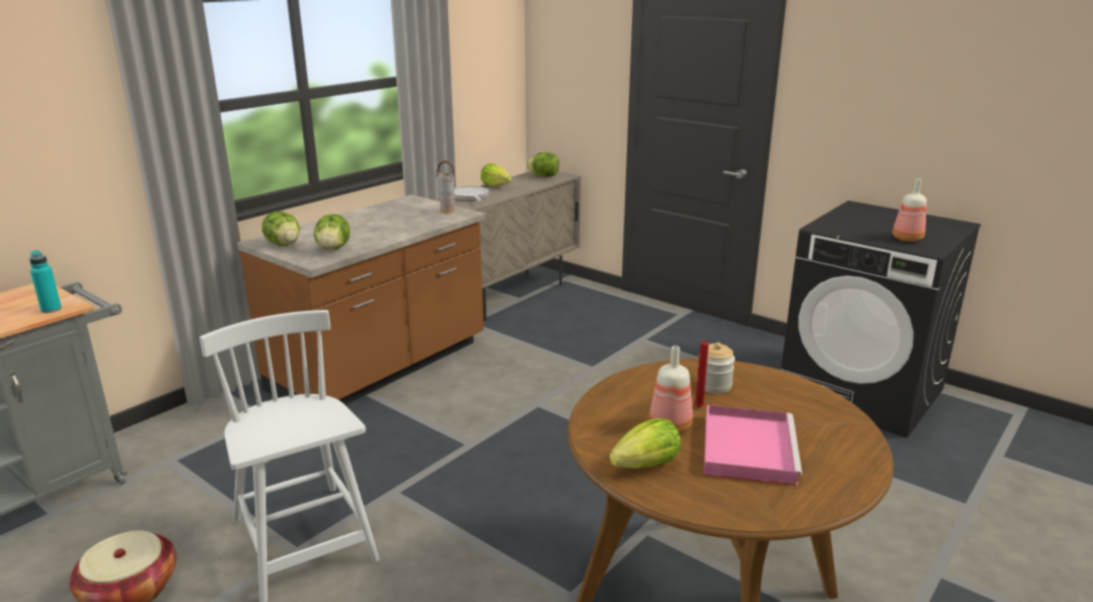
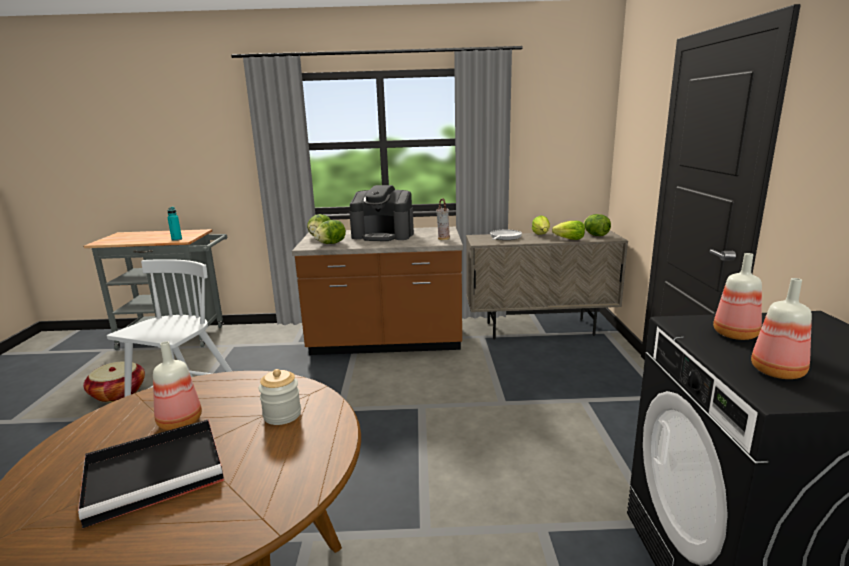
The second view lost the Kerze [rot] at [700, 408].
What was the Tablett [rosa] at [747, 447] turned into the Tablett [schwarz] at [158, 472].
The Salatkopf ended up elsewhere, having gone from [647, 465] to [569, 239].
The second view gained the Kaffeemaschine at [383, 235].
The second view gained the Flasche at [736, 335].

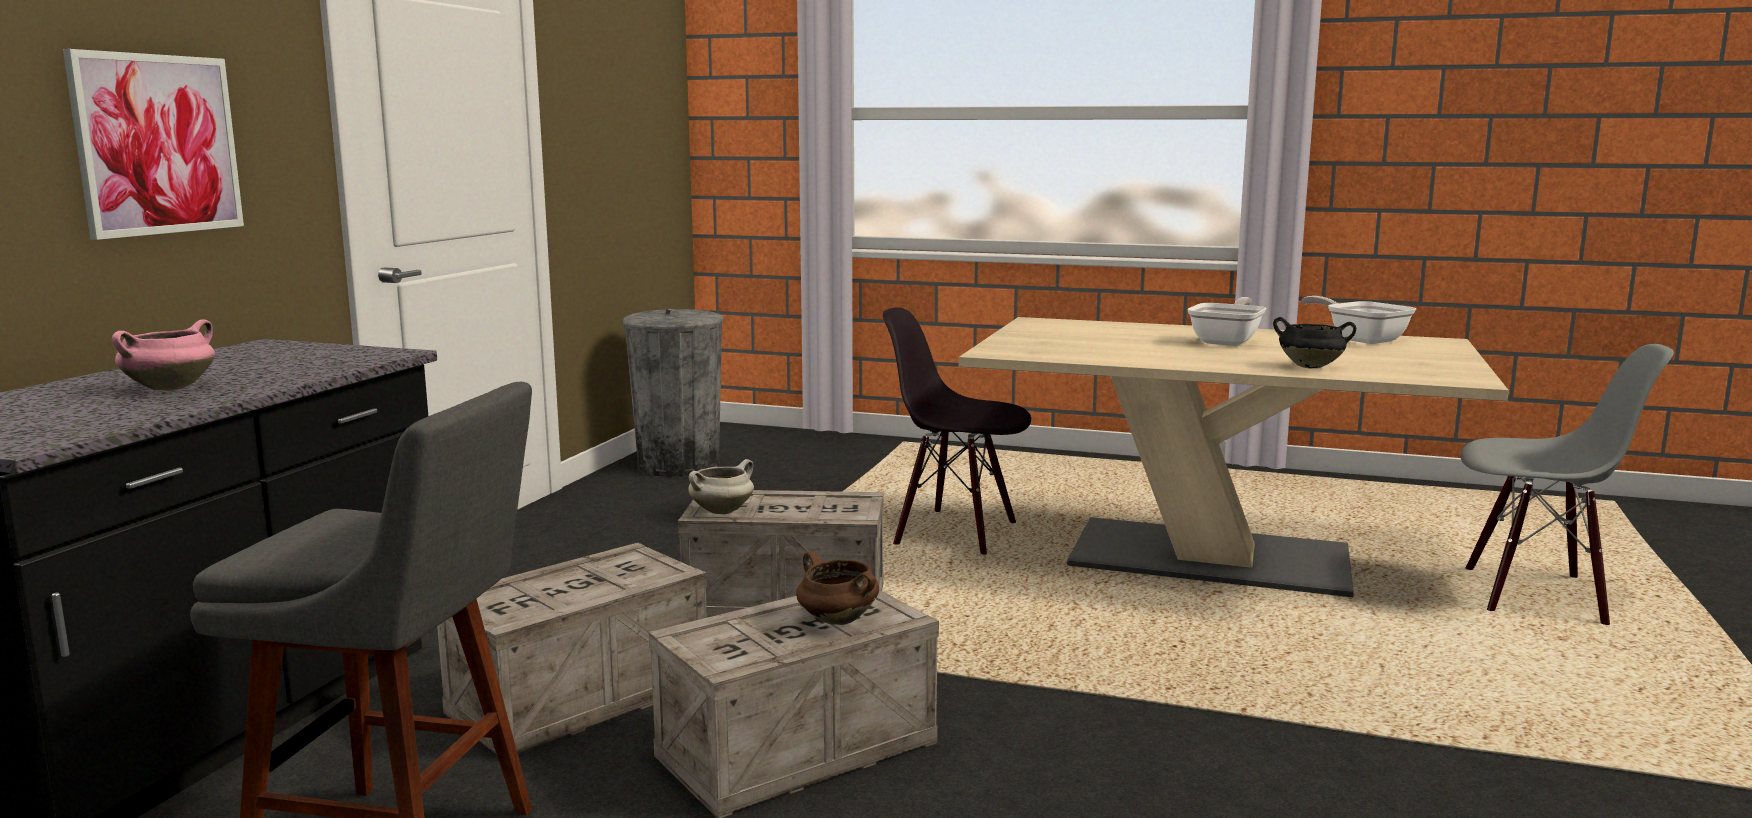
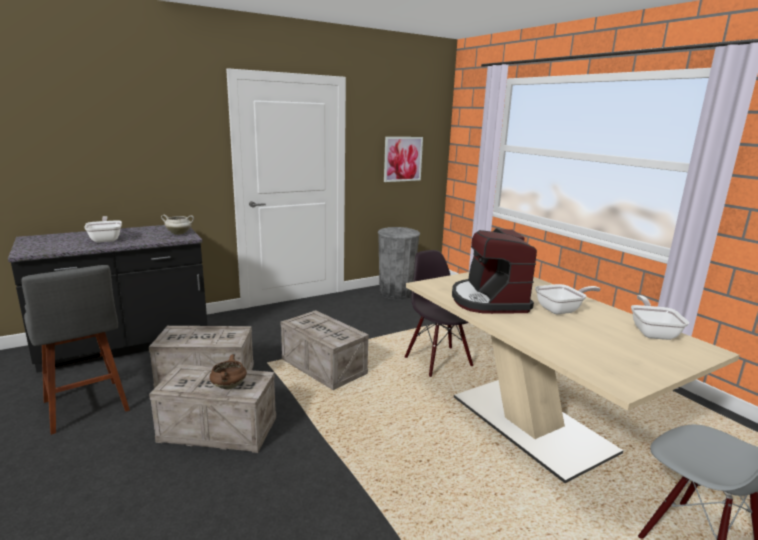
The Bild ended up elsewhere, having gone from [157, 144] to [402, 159].
The second view lost the Kochtopf [schwarz] at [1311, 367].
Where the Kochtopf [rosa] stood at [170, 388], the Pfanne came to stand at [106, 239].
The Kochtopf [weiß] ended up elsewhere, having gone from [722, 511] to [179, 233].
The second view gained the Kaffeemaschine at [489, 300].

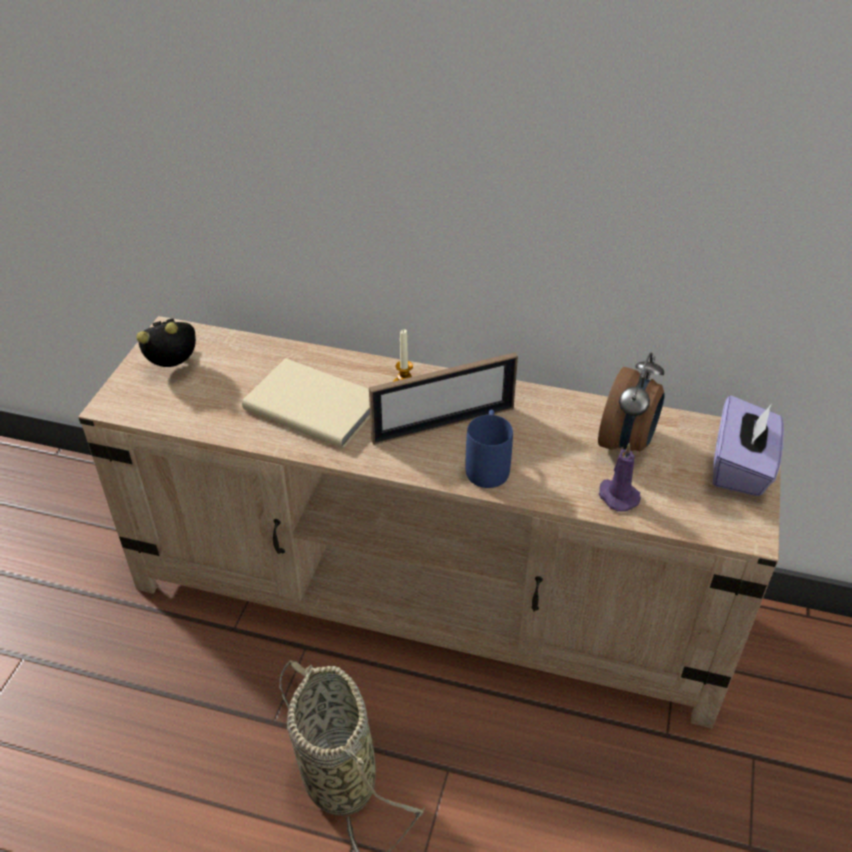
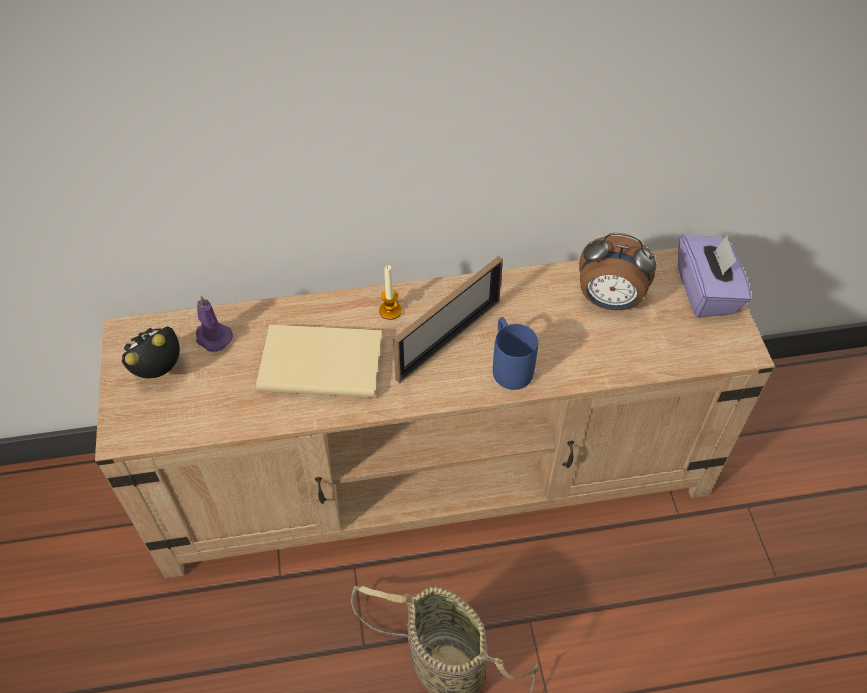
The Wecker at [627, 443] ended up facing another way, 105 degrees clockwise from before.
The Kerze [lila] ended up elsewhere, having gone from [617, 496] to [212, 337].

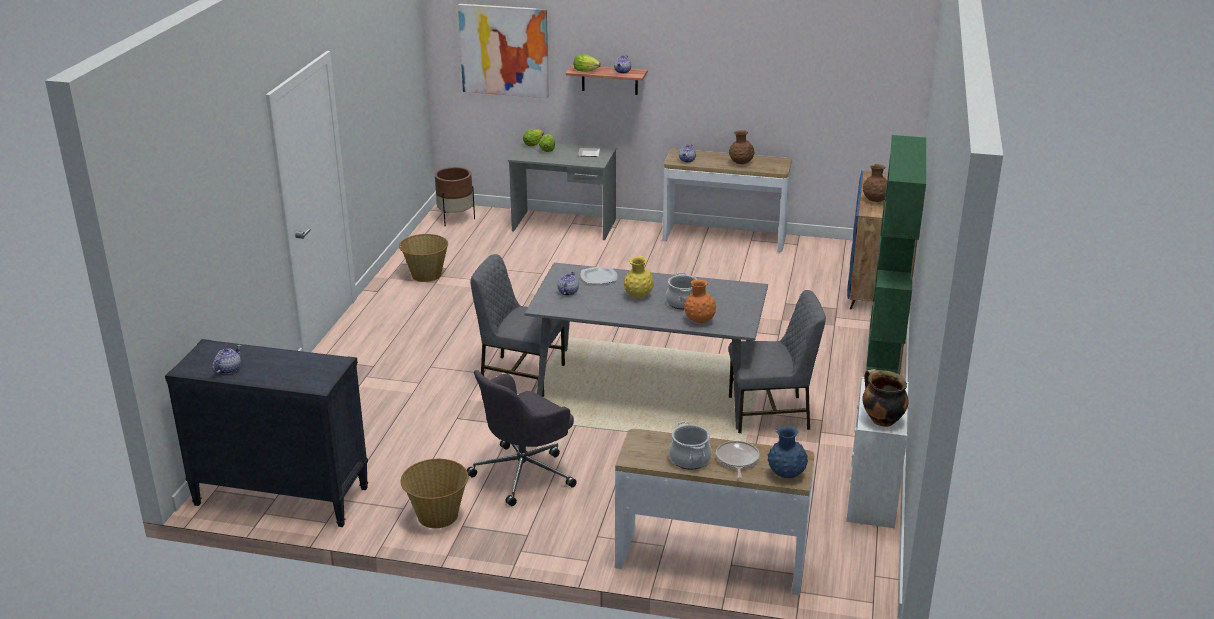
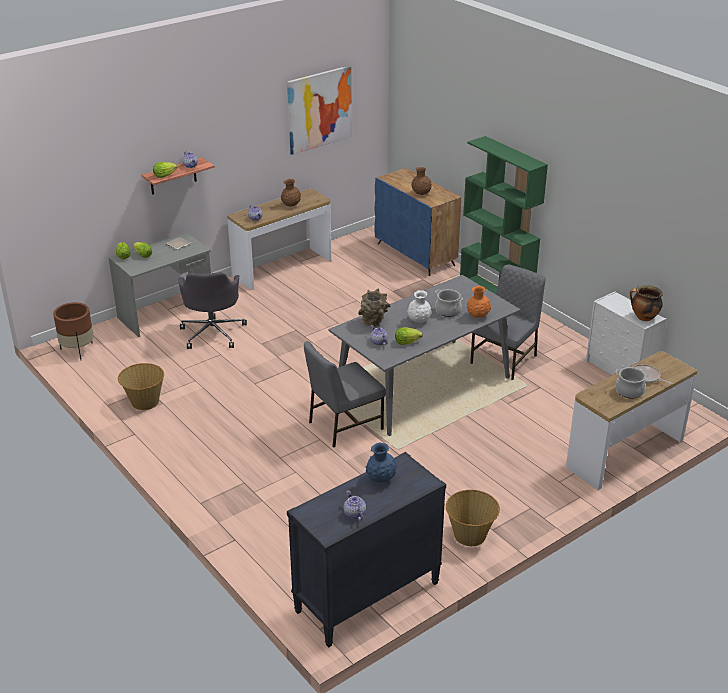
The Bild ended up elsewhere, having gone from [504, 50] to [319, 109].
What was the Vase [gelb] at [638, 296] turned into the Vase [weiß] at [419, 321].
Where the Teller stood at [599, 277], the Vase [braun] came to stand at [374, 322].
The Bürostuhl [grau] ended up elsewhere, having gone from [524, 473] to [213, 332].
The Vase [blau] ended up elsewhere, having gone from [786, 475] to [381, 479].
The second view gained the Salatkopf at [406, 342].

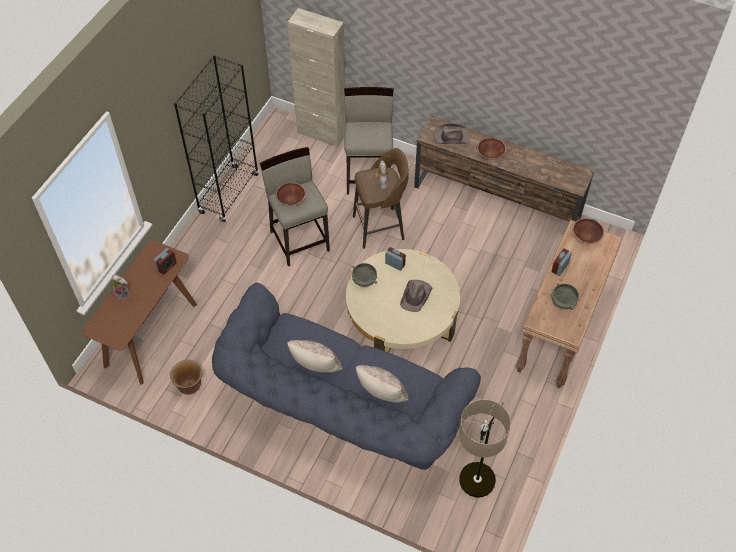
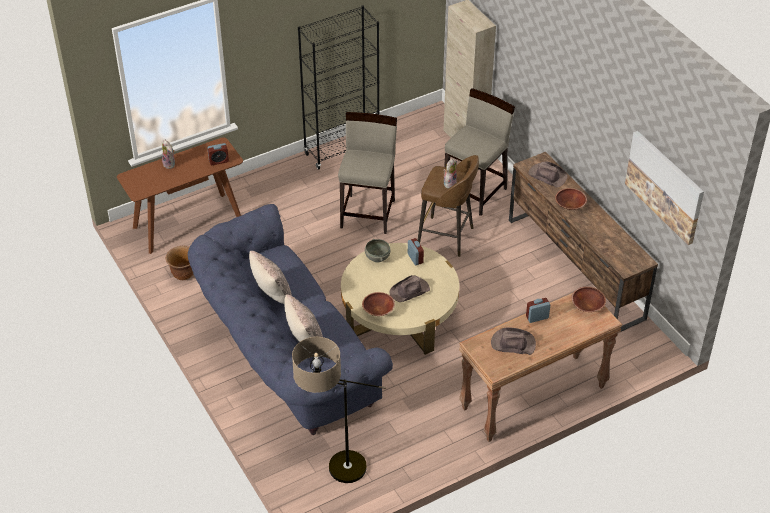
The Schüssel [braun] ended up elsewhere, having gone from [291, 199] to [378, 310].
Where the Schüssel [grau] stood at [563, 302], the Hut [braun] came to stand at [512, 343].
The second view gained the Bild at [665, 186].

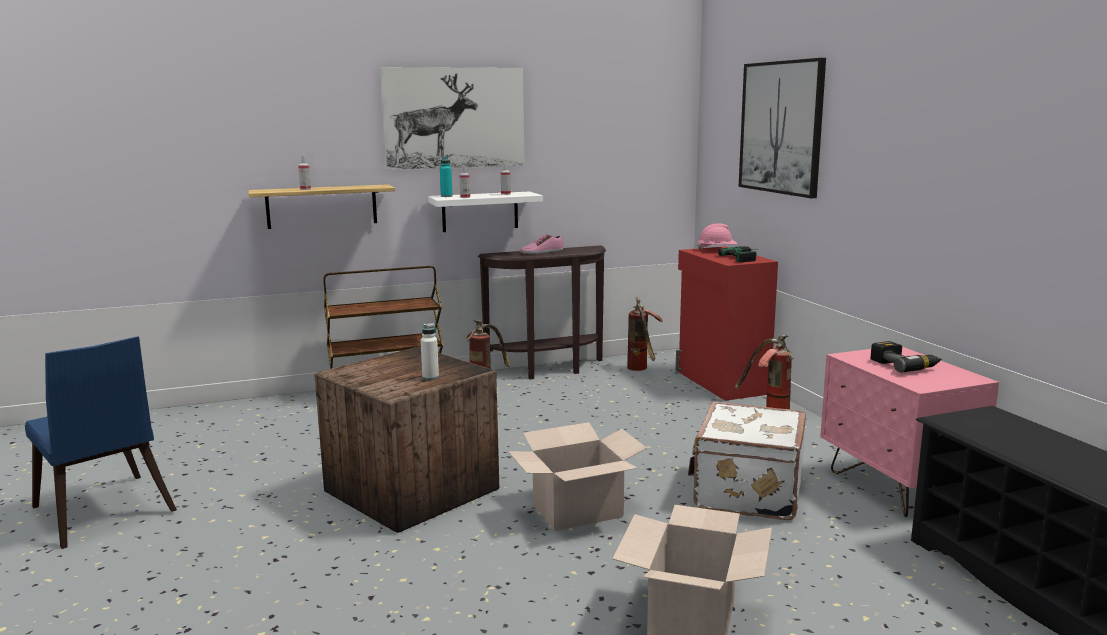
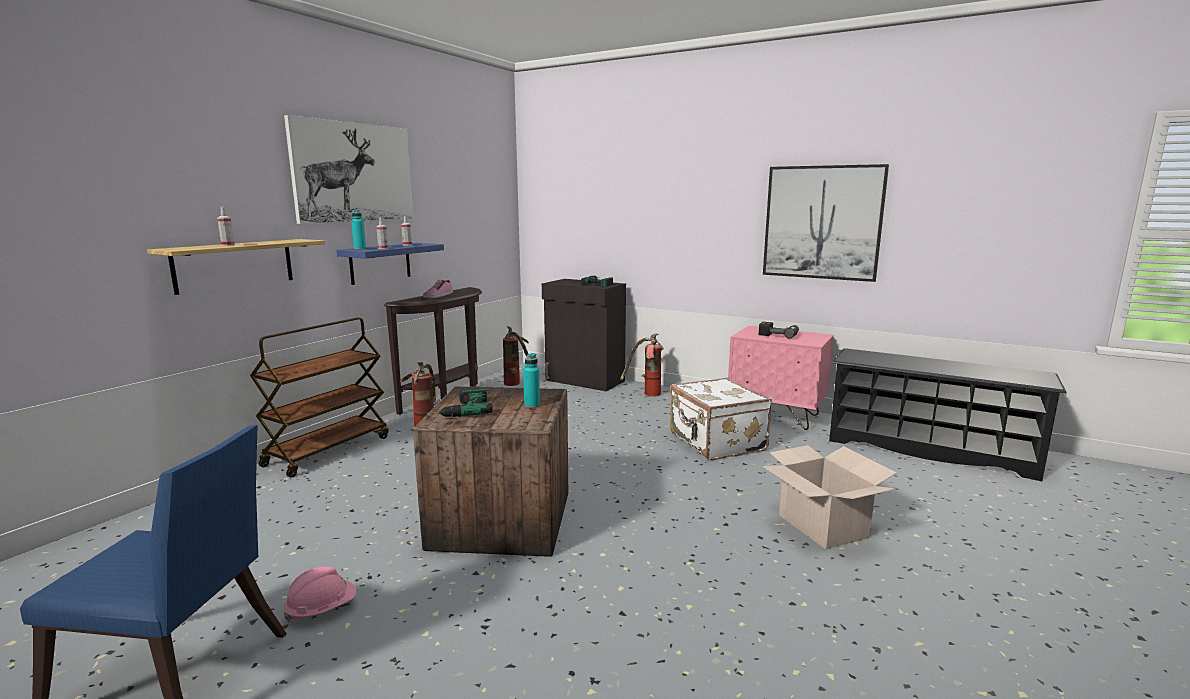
The Bild ended up elsewhere, having gone from [781, 127] to [822, 222].
What was the Wandregal [weiß] at [480, 211] turned into the Wandregal [blau] at [380, 263].
The Schutzhelm [rosa] ended up elsewhere, having gone from [717, 250] to [322, 609].
What was the Schrank [rot] at [721, 383] turned into the Schrank [schwarz] at [584, 381].
What was the Flasche [weiß] at [430, 377] turned into the Flasche [türkis] at [532, 405].
The second view lost the Karton at [577, 510].
The second view gained the Bohrmaschine at [459, 410].

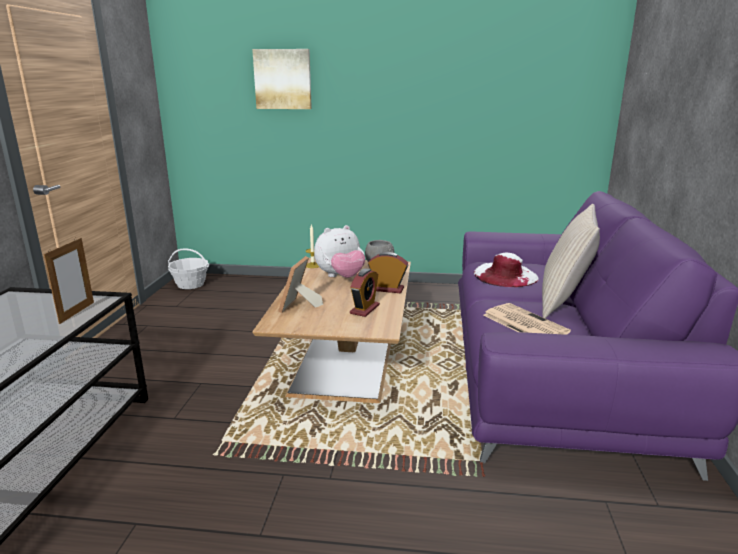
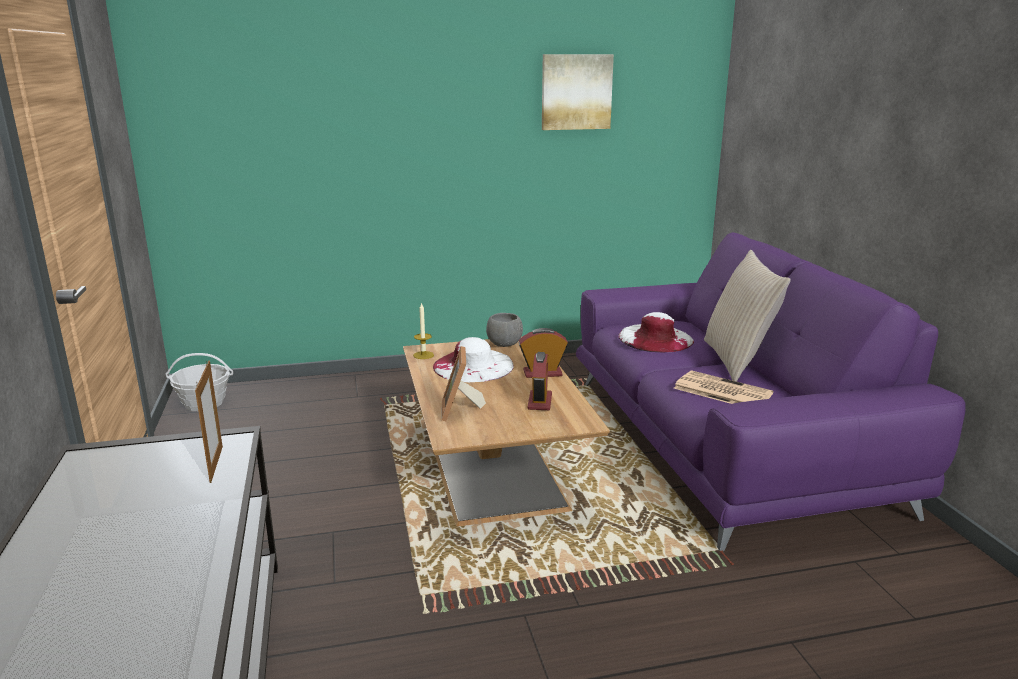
The Bild ended up elsewhere, having gone from [283, 79] to [576, 92].
Where the Plüschtier stood at [340, 277], the Hut [weiß] came to stand at [473, 366].

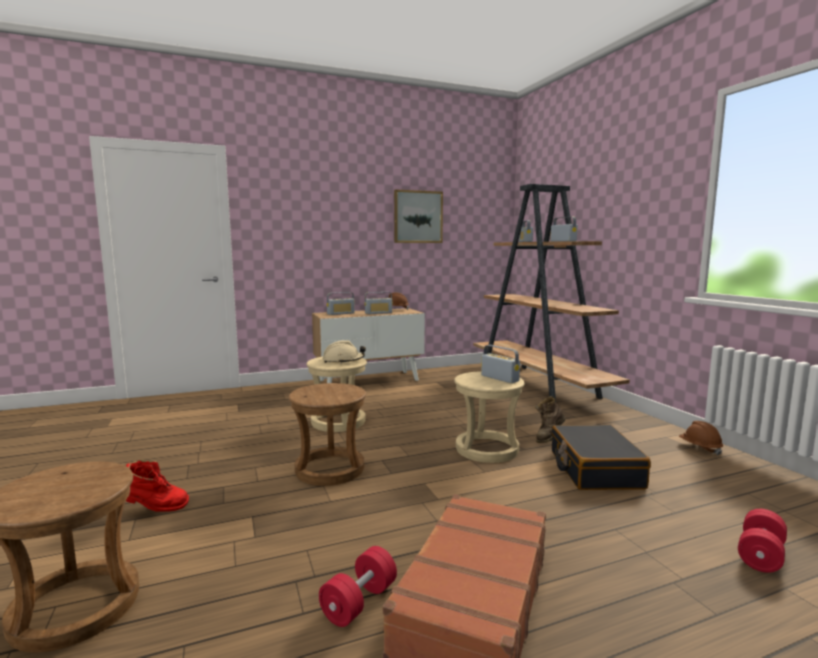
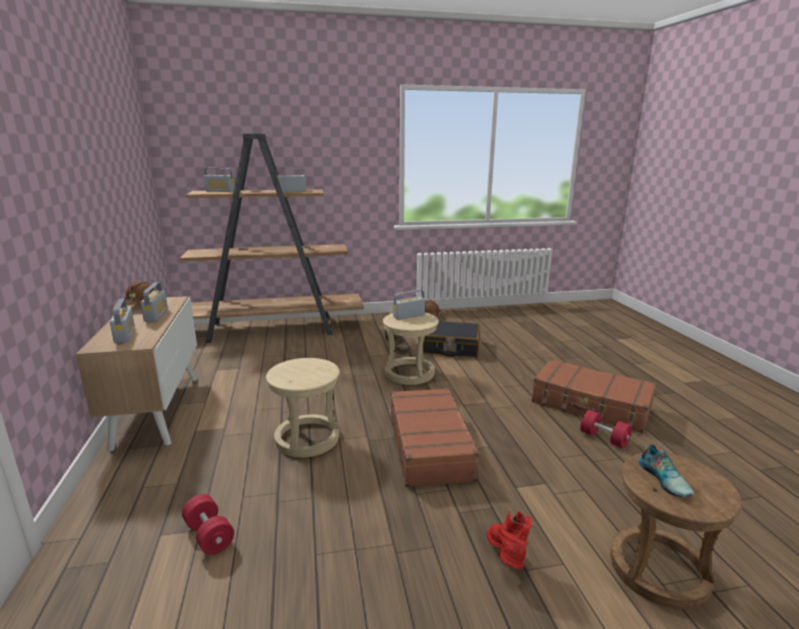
The second view lost the Bild at [418, 217].
The second view lost the Schutzhelm [beige] at [343, 361].
Where the Hocker [braun] stood at [330, 469], the Koffer [braun] came to stand at [430, 446].
The Hantel [rot] ended up elsewhere, having gone from [760, 555] to [209, 535].
The second view gained the Schuh at [665, 479].

